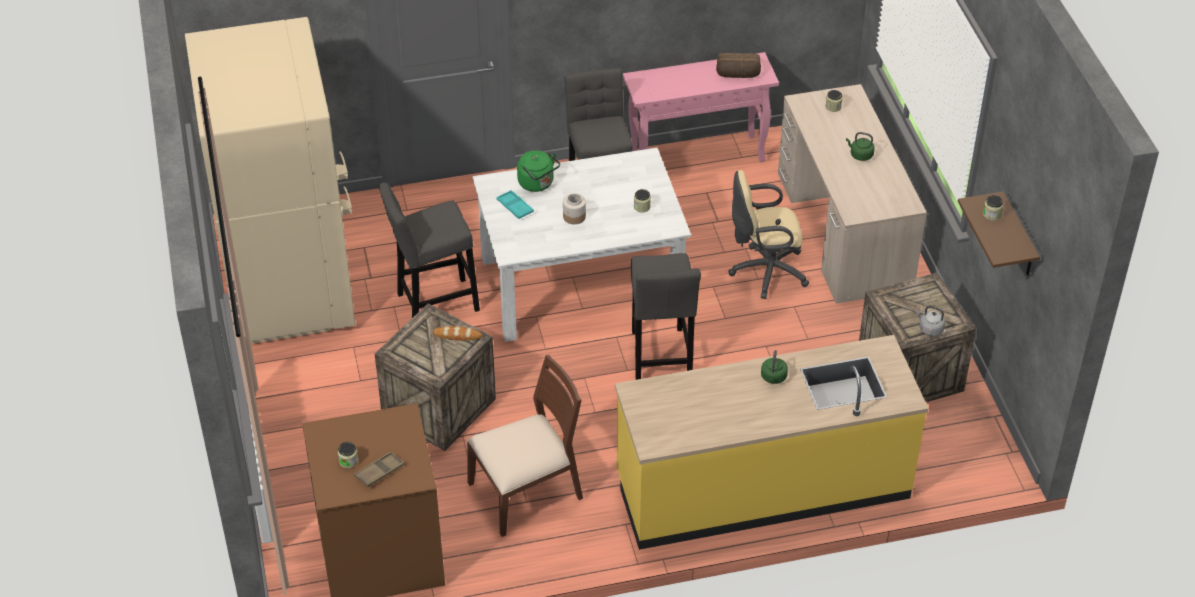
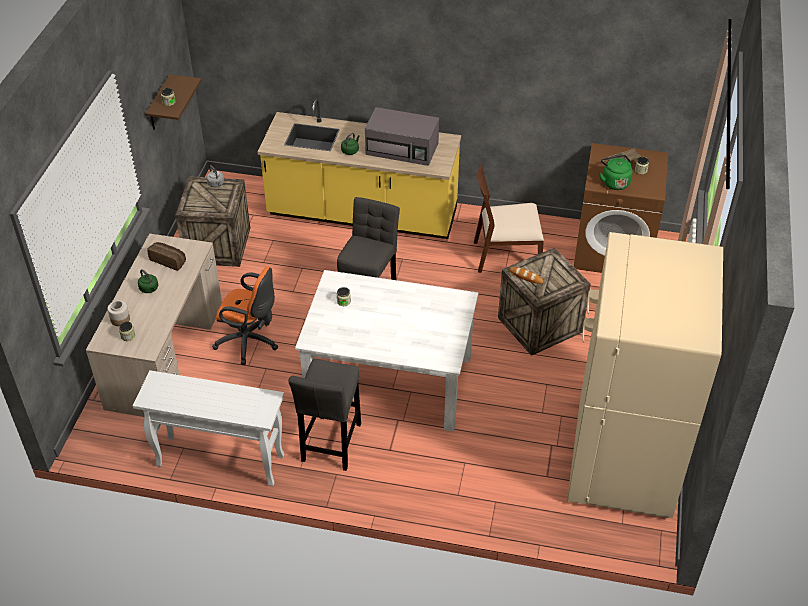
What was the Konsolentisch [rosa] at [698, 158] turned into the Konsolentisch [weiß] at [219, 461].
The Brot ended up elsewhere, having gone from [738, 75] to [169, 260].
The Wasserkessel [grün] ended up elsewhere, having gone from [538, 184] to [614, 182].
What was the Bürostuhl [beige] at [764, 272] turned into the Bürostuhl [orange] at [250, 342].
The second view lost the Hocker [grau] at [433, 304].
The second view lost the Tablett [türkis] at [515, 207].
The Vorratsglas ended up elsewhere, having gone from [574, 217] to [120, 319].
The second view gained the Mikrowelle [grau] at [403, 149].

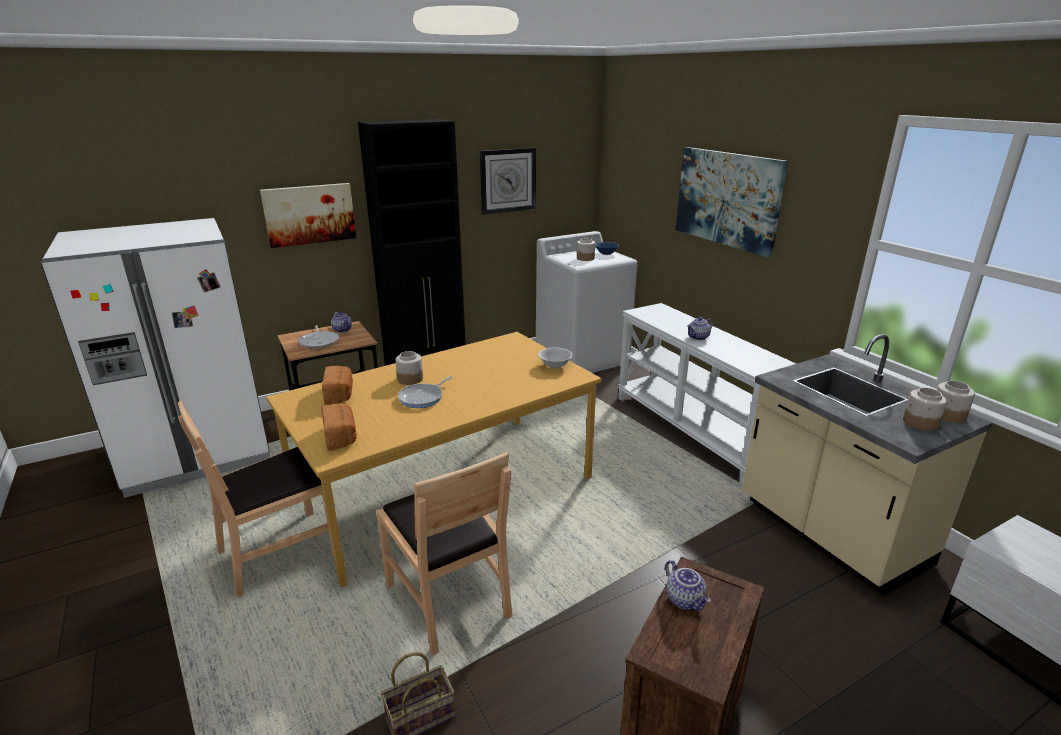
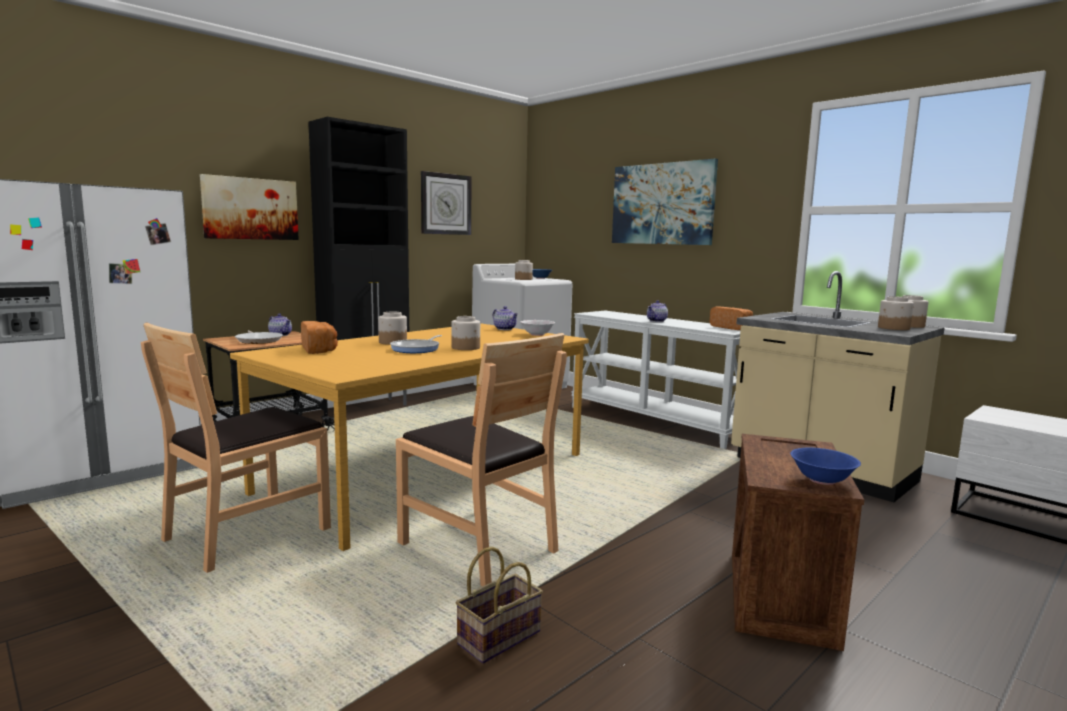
The Brot ended up elsewhere, having gone from [341, 437] to [731, 328].
The Teekanne ended up elsewhere, having gone from [685, 600] to [505, 329].
The second view gained the Vorratsglas at [466, 348].
The second view gained the Schüssel [blau] at [821, 480].

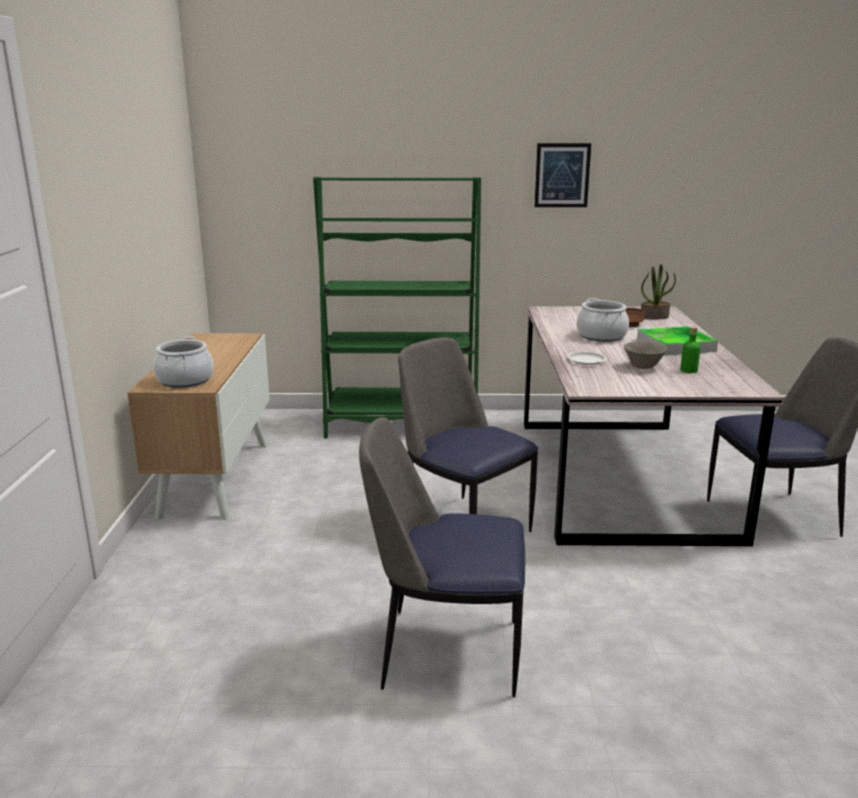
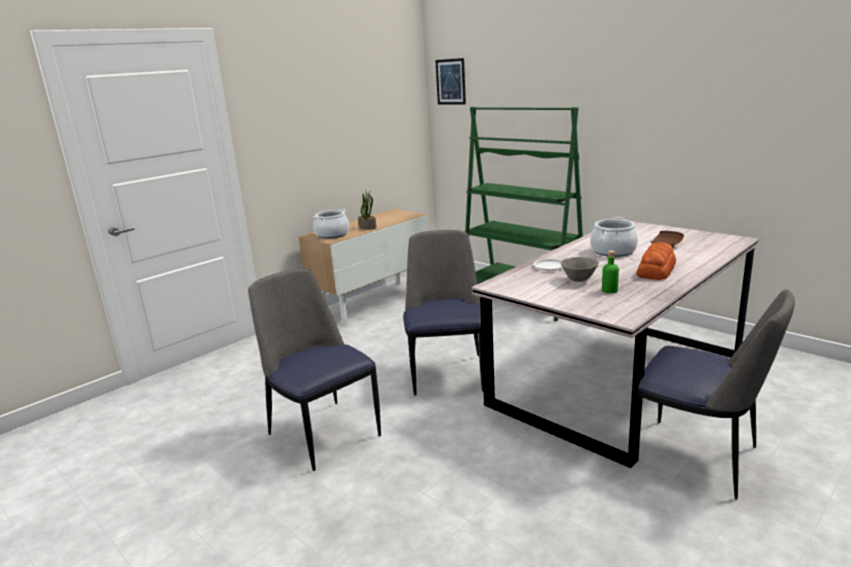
The Bild ended up elsewhere, having gone from [562, 175] to [450, 81].
The Topfpflanze ended up elsewhere, having gone from [654, 317] to [368, 227].
Where the Tablett stood at [675, 345], the Brot came to stand at [656, 270].

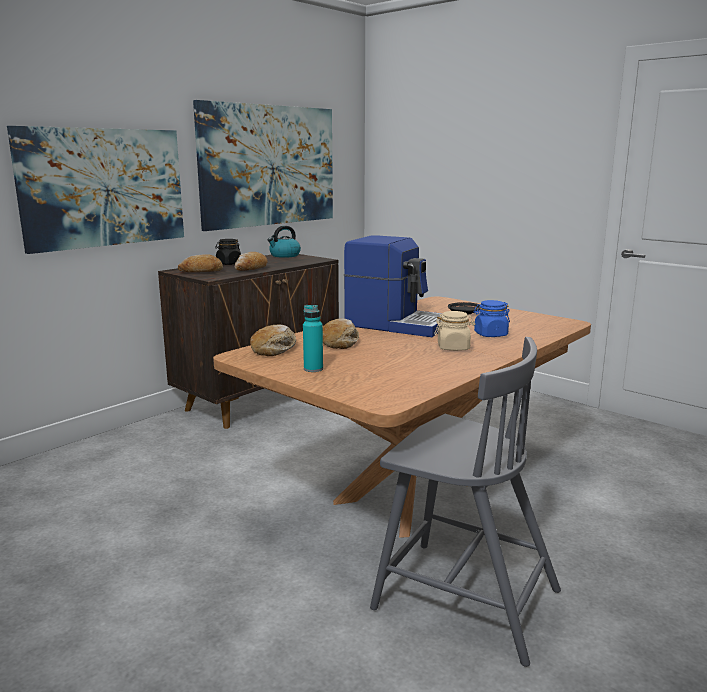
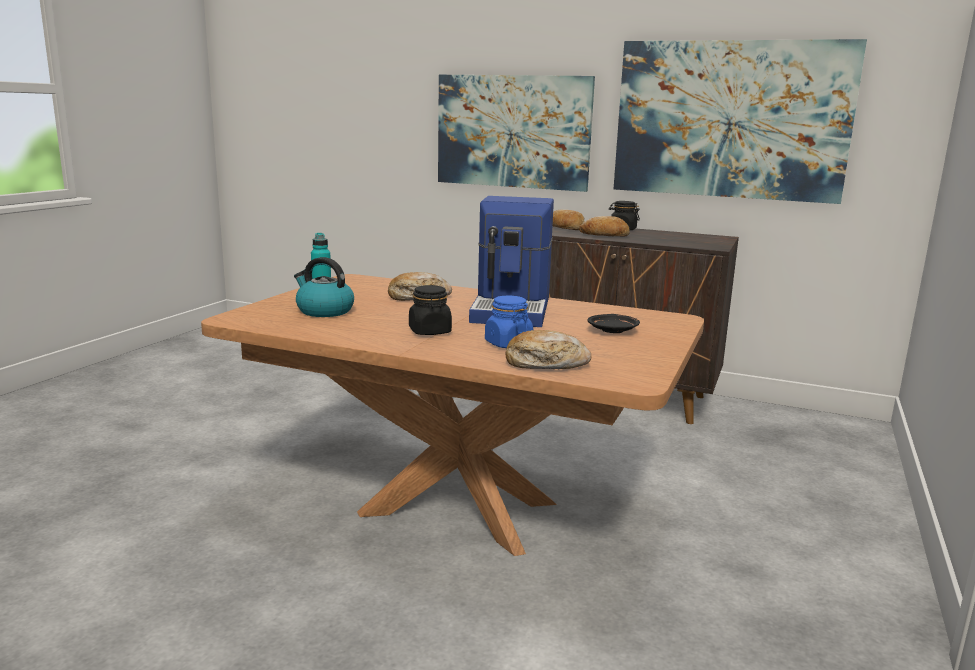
The Wasserkessel ended up elsewhere, having gone from [284, 255] to [324, 311].
What was the Vorratsglas [beige] at [453, 348] turned into the Vorratsglas [schwarz] at [430, 331].
The Brot ended up elsewhere, having gone from [274, 349] to [545, 363].
The second view lost the Stuhl [grau] at [463, 597].

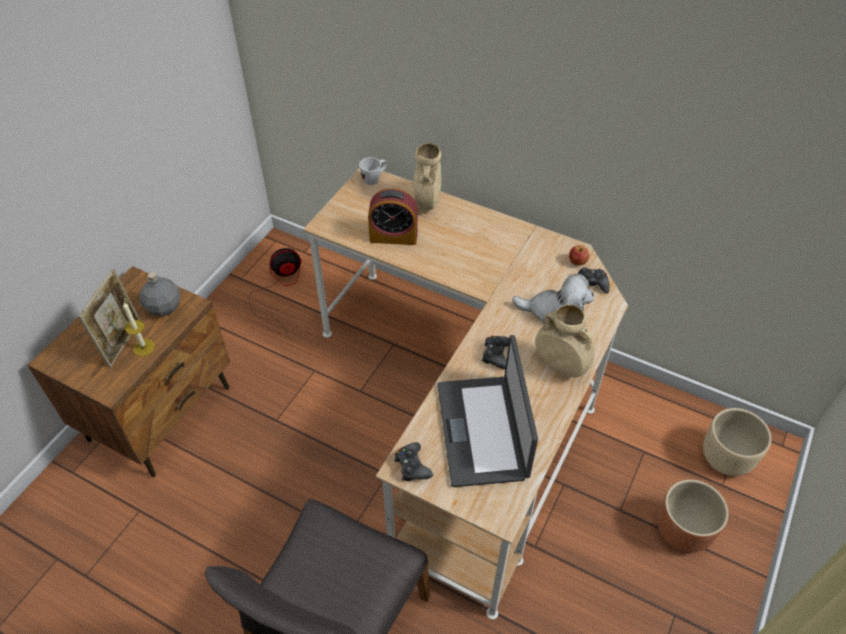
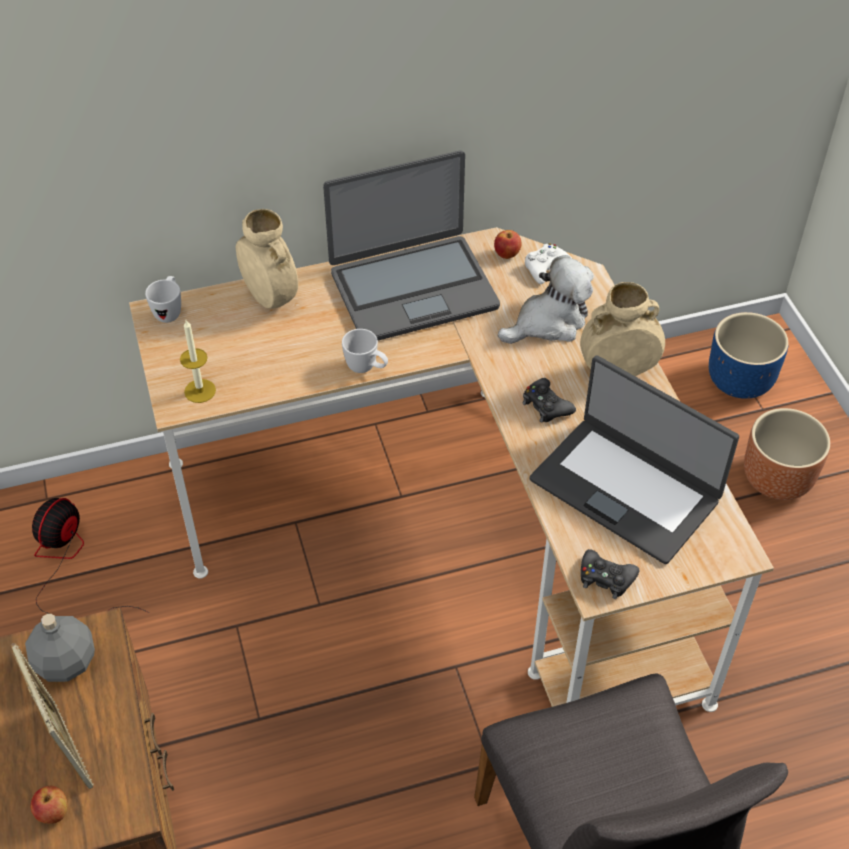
The second view lost the Wecker at [393, 236].
What was the Gamepad [schwarz] at [591, 284] turned into the Gamepad [weiß] at [546, 268].
The Kerze ended up elsewhere, having gone from [144, 347] to [200, 391].
What was the Pflanzkübel [beige] at [727, 458] turned into the Pflanzkübel [blau] at [740, 381].
The second view gained the Laptop at [413, 289].
The second view gained the Henkelbecher [weiß] at [366, 368].
The second view gained the Apfel at [53, 812].

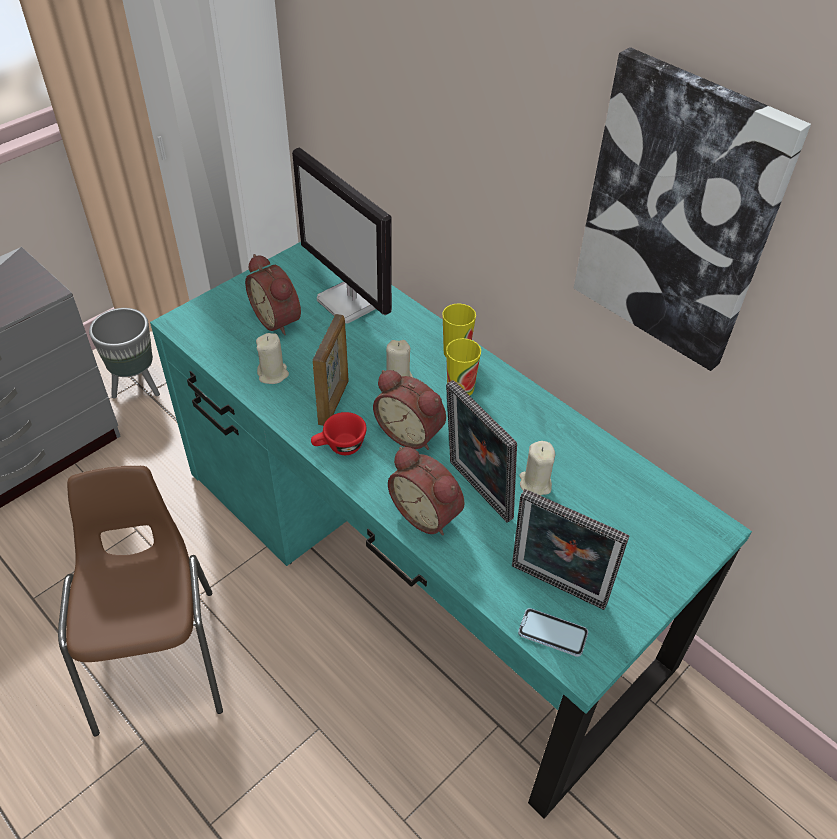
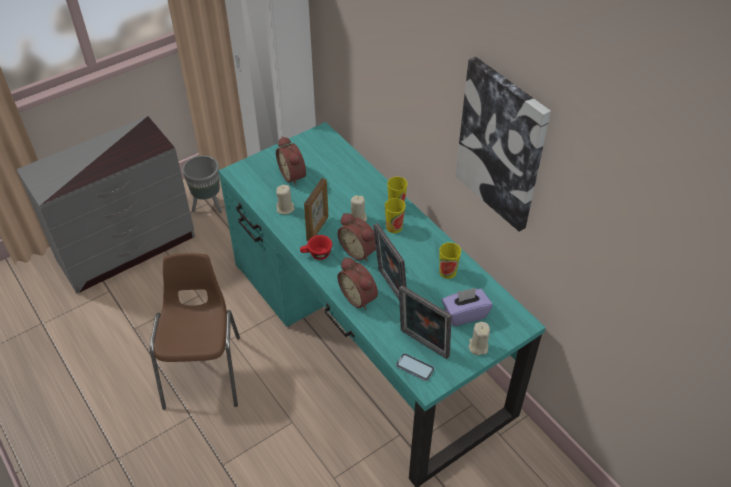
The second view lost the Monitor at [351, 302].
The Kerze [beige] ended up elsewhere, having gone from [535, 484] to [478, 346].
The second view gained the Tasse at [447, 272].
The second view gained the Taschentuchbox [lila] at [464, 314].

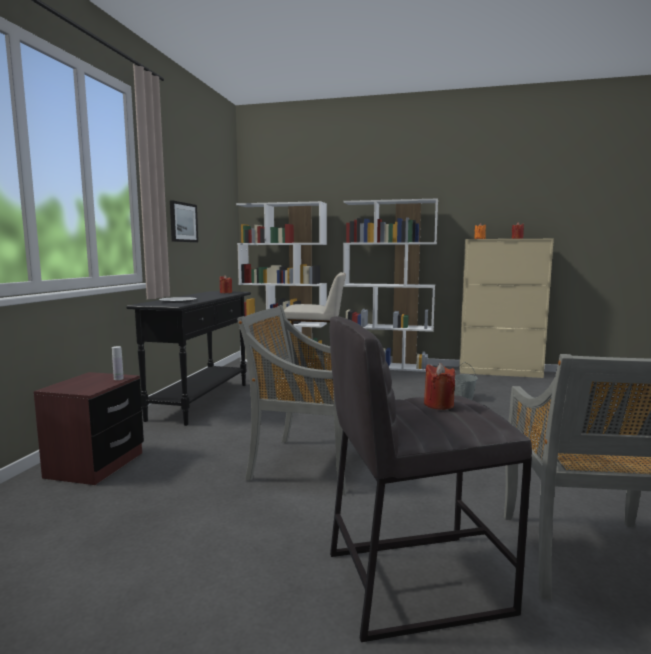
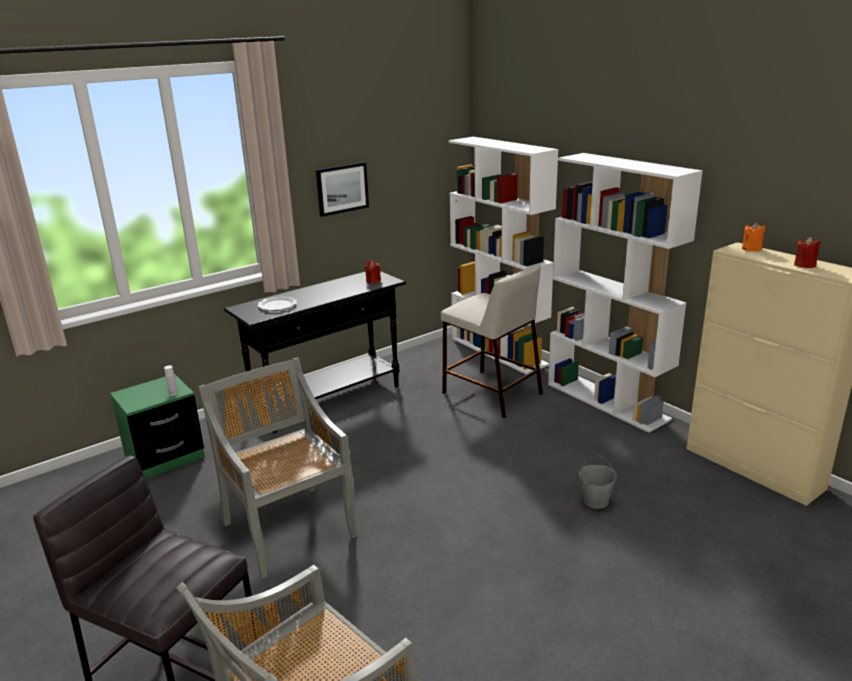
The second view lost the Kerze [rot] at [438, 405].
What was the Nachttisch [braun] at [95, 465] turned into the Nachttisch [grün] at [165, 458].

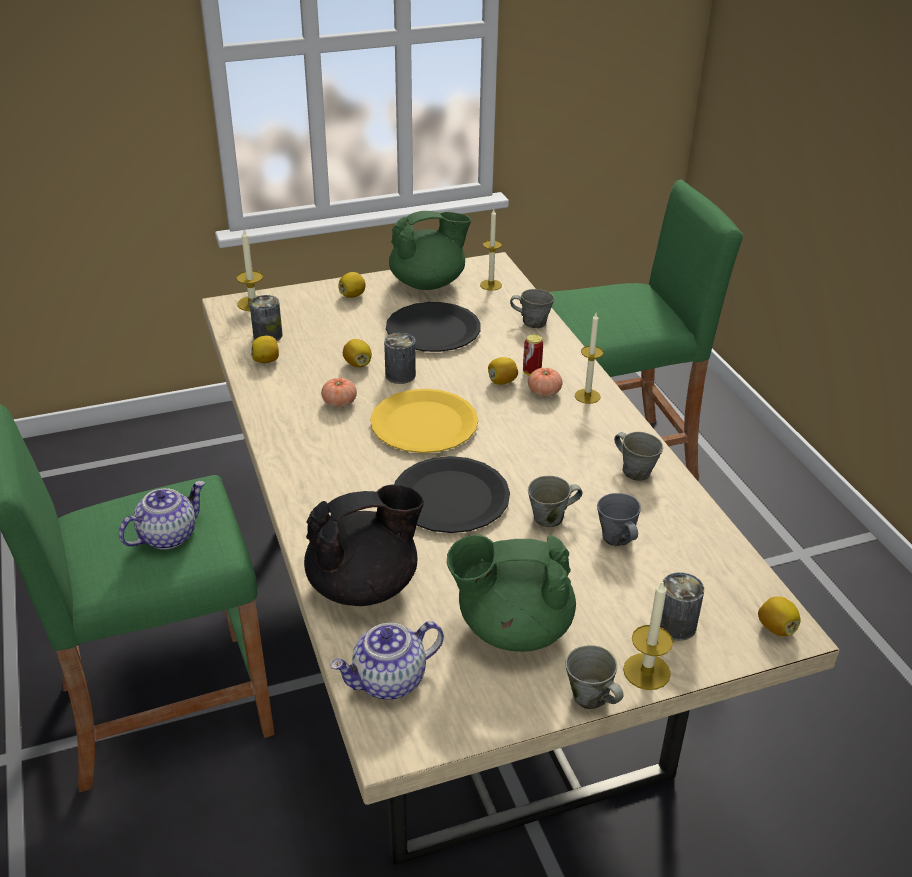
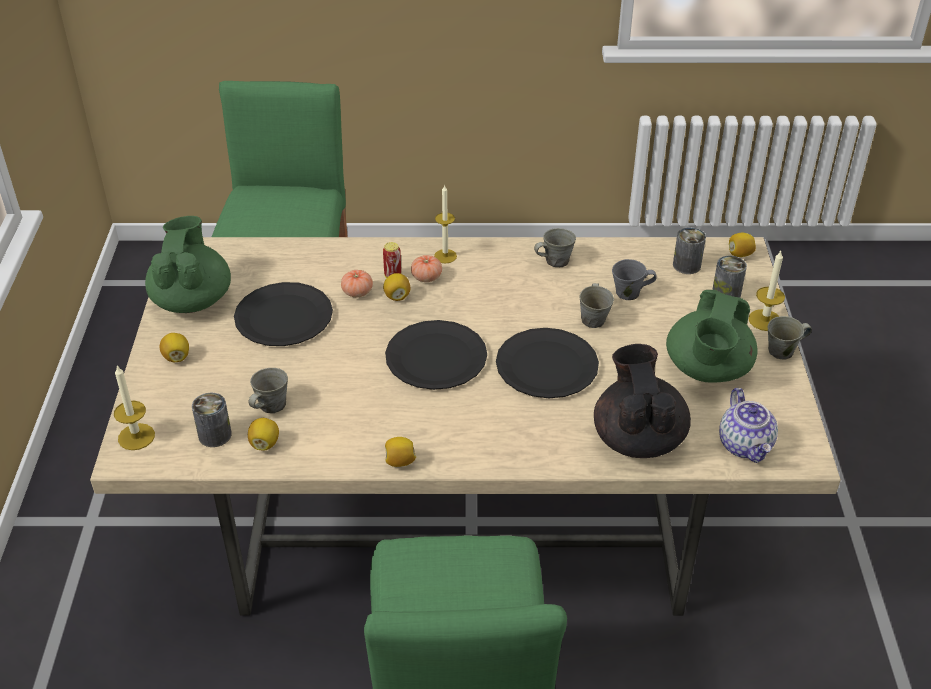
The second view lost the Kerze at [491, 285].
The Henkelbecher [grau] ended up elsewhere, having gone from [532, 322] to [270, 406].
The Dose ended up elsewhere, having gone from [400, 375] to [686, 265].
The Zitrone ended up elsewhere, having gone from [358, 364] to [399, 461].
The Tomate ended up elsewhere, having gone from [339, 403] to [357, 292].
What was the Teller [gelb] at [424, 424] turned into the Teller [schwarz] at [436, 357].
The second view lost the Teekanne at [168, 535].

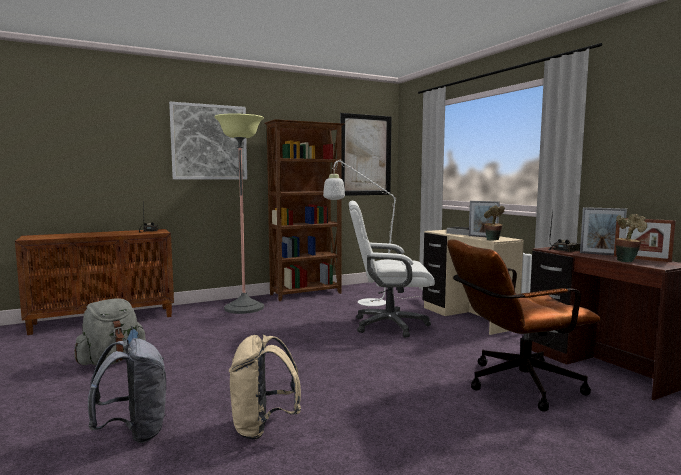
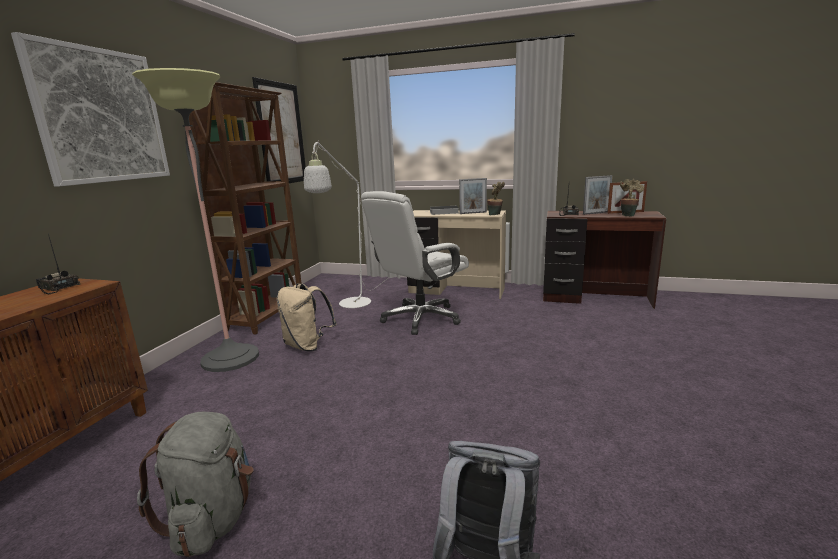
The second view lost the Bürostuhl [braun] at [513, 385].
The Rucksack [beige] ended up elsewhere, having gone from [263, 427] to [307, 346].

